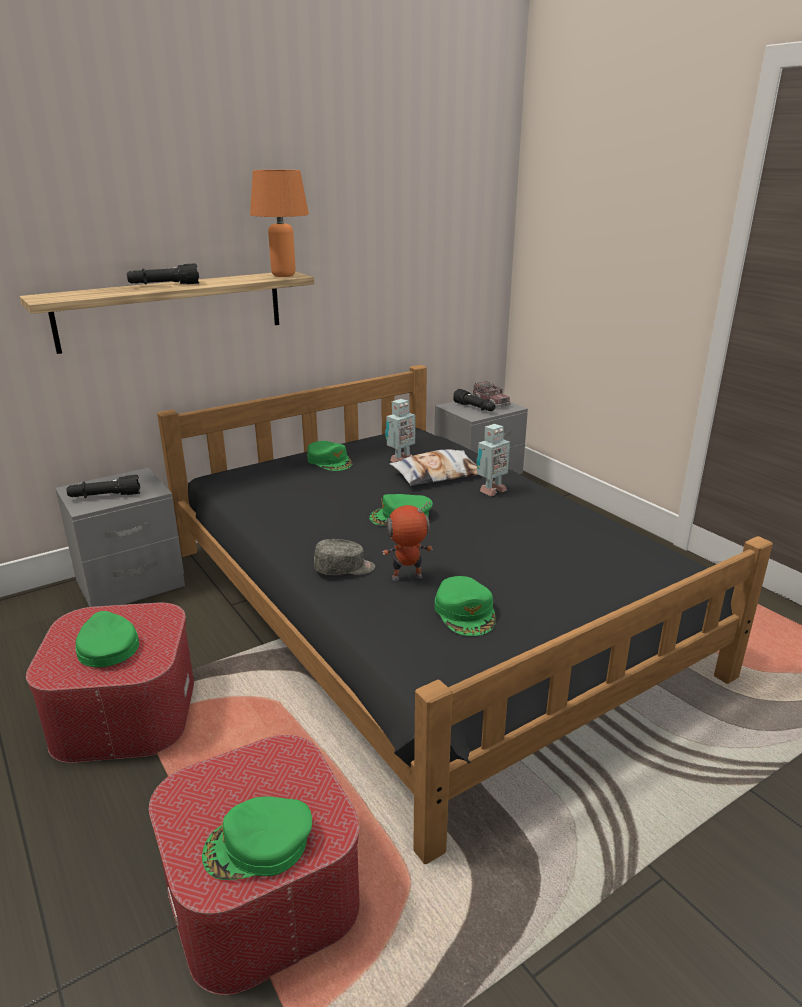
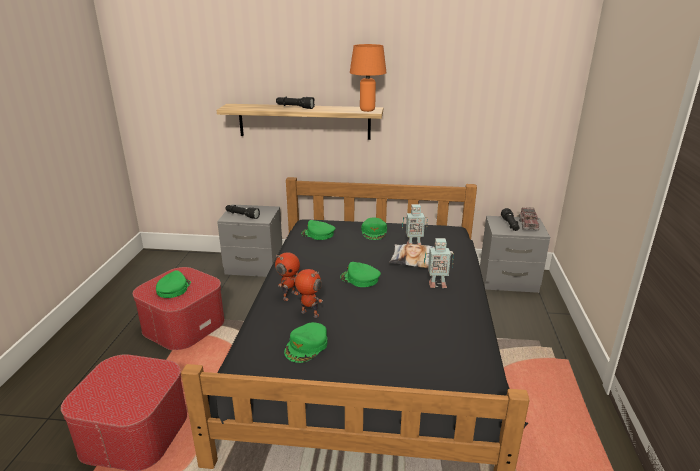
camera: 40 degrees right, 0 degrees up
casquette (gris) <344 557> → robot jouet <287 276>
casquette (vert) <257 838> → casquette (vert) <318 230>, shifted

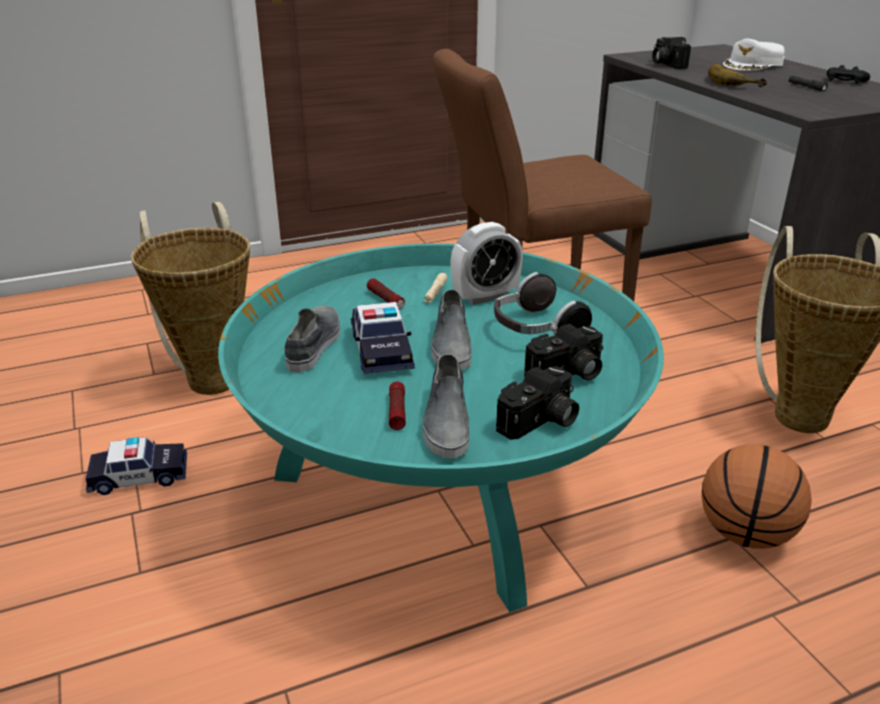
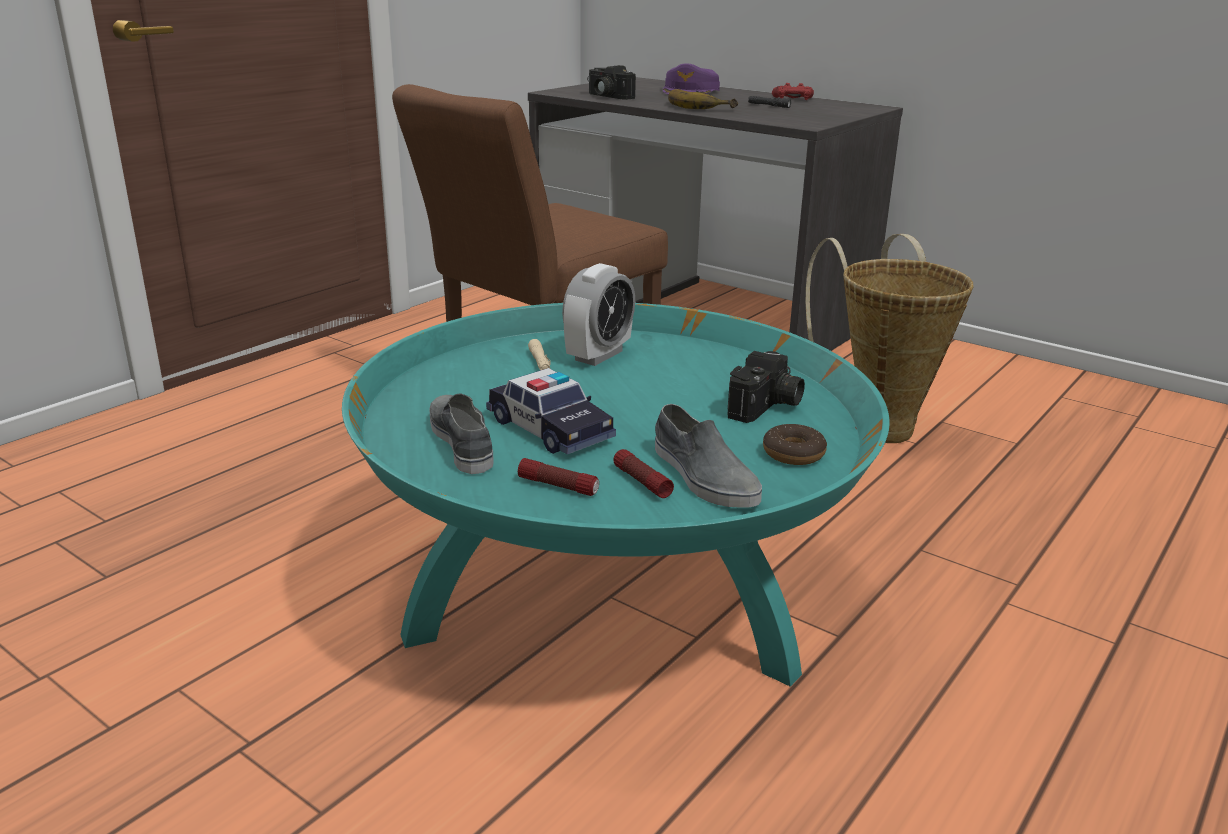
camera: 30 degrees left, 5 degrees down
lampe de poche <386 293> → lampe de poche <558 477>, shifted
casquette (blanc) <753 55> → casquette (violet) <691 79>
appareil photo <537 403> → beignet <795 444>
manette (noir) <848 74> → manette (rouge) <793 91>
petite voiture <136 466> → -
panier <190 298> → -
chaussure (gris) <451 330> → -
casque audio <543 303> → -
ballon de basket <756 496> → -

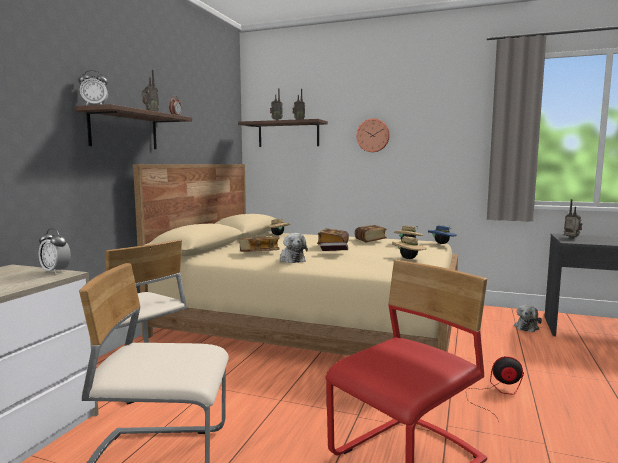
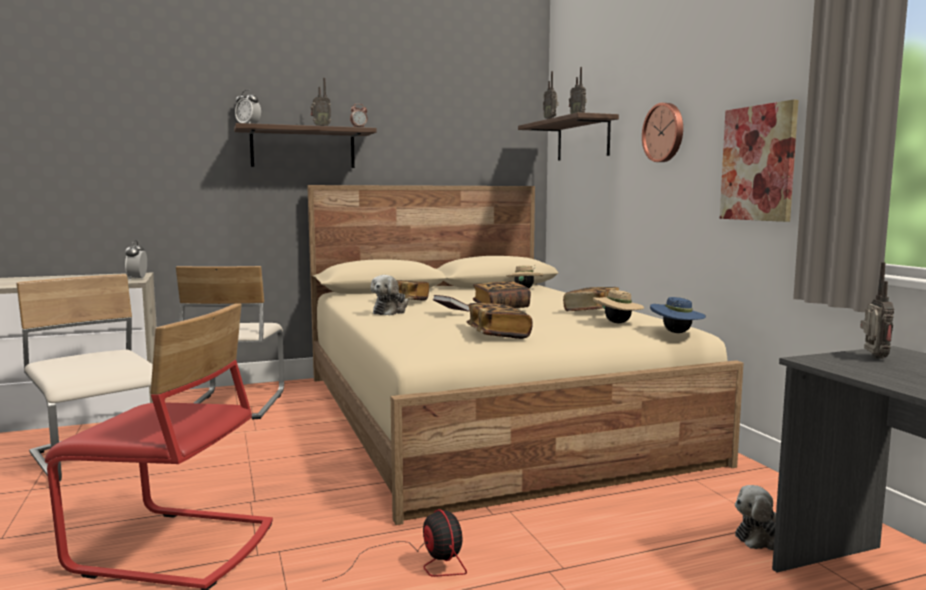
camera: 50 degrees right, 0 degrees up
chapeau (beige) <409 247> → livre <500 321>
- → tableau <759 160>

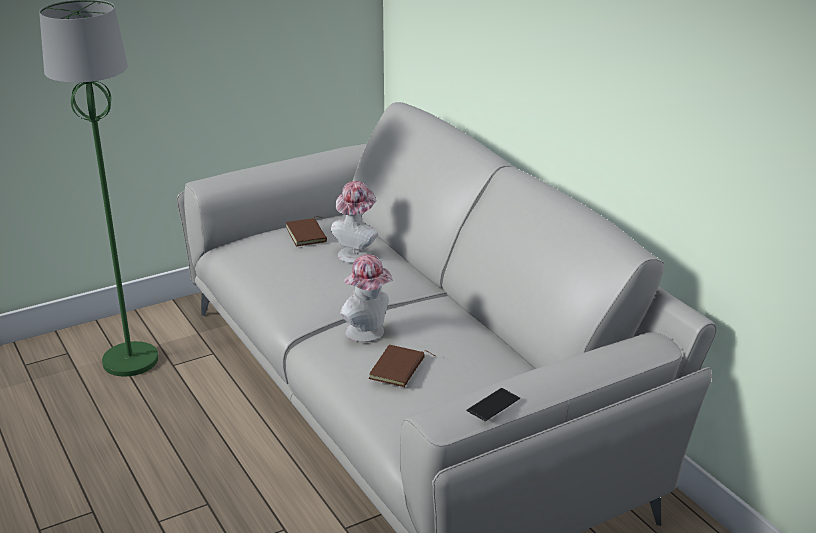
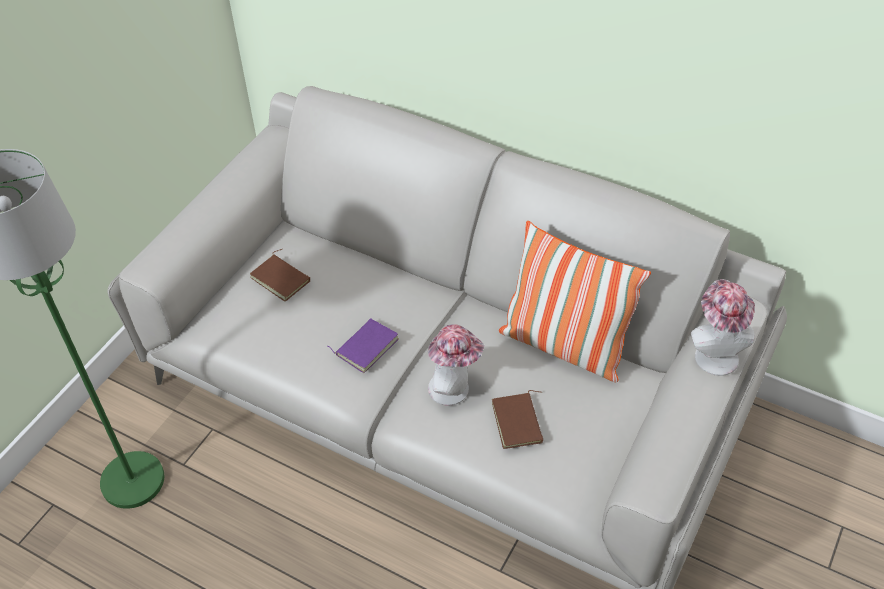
camera: 30 degrees left, 20 degrees up
- → livre (violet) <363 345>
- → coussin <575 301>
chapeau <354 222> → chapeau <723 327>, shifted
téléphone <493 405> → -

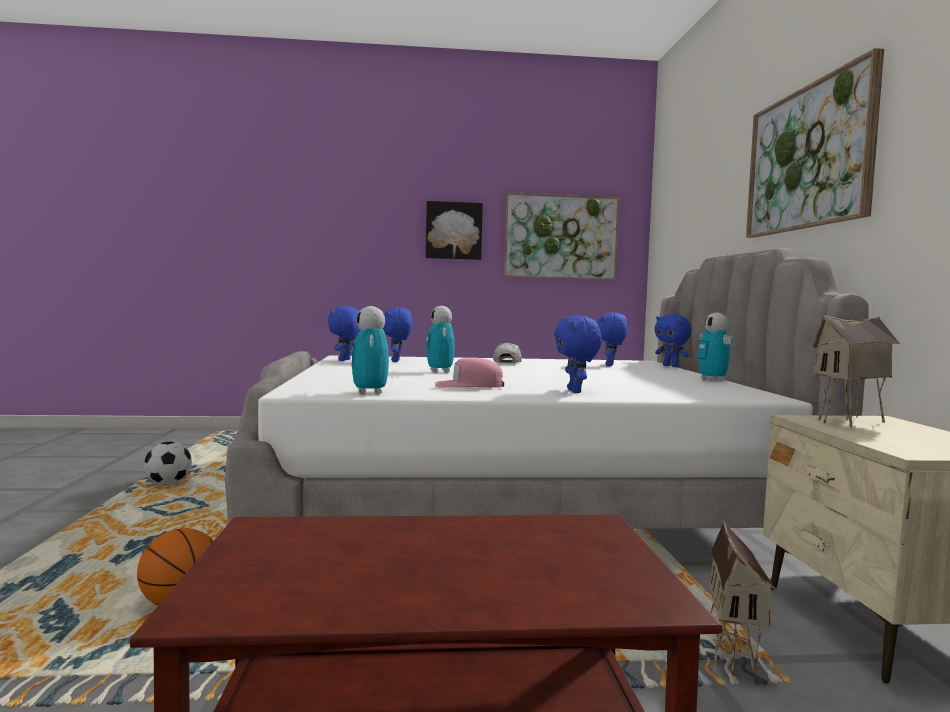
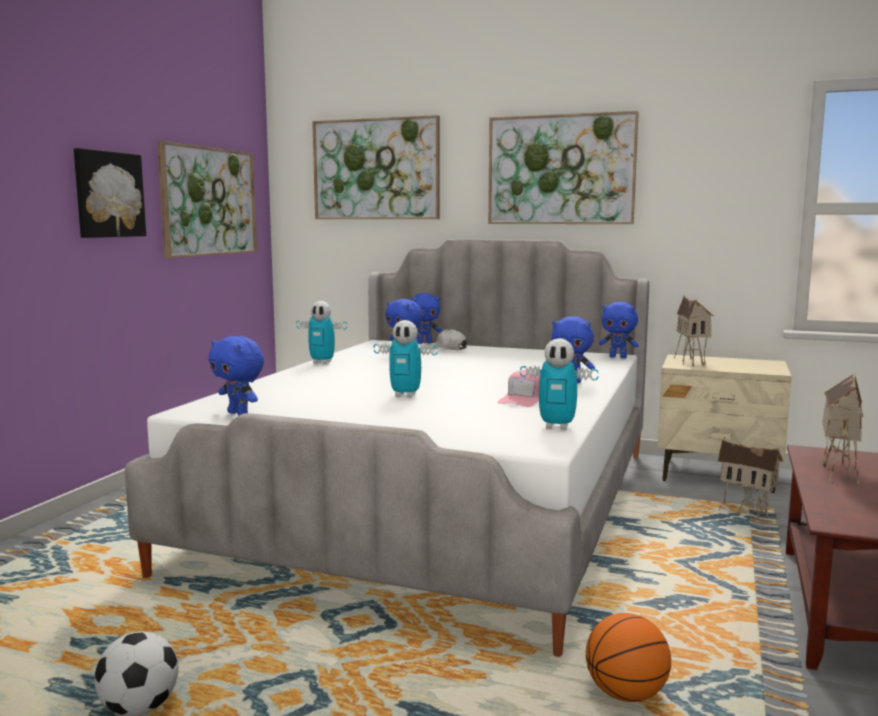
camera: 65 degrees left, 5 degrees up
robot jouet <715 346> → robot jouet <321 332>, shifted
- → tableau <376 167>
casquette (blanc) <507 352> → casquette (blanc) <446 339>, shifted
peluche (bleu) <398 334> → peluche (bleu) <619 330>, shifted
- → maison miniature <842 429>

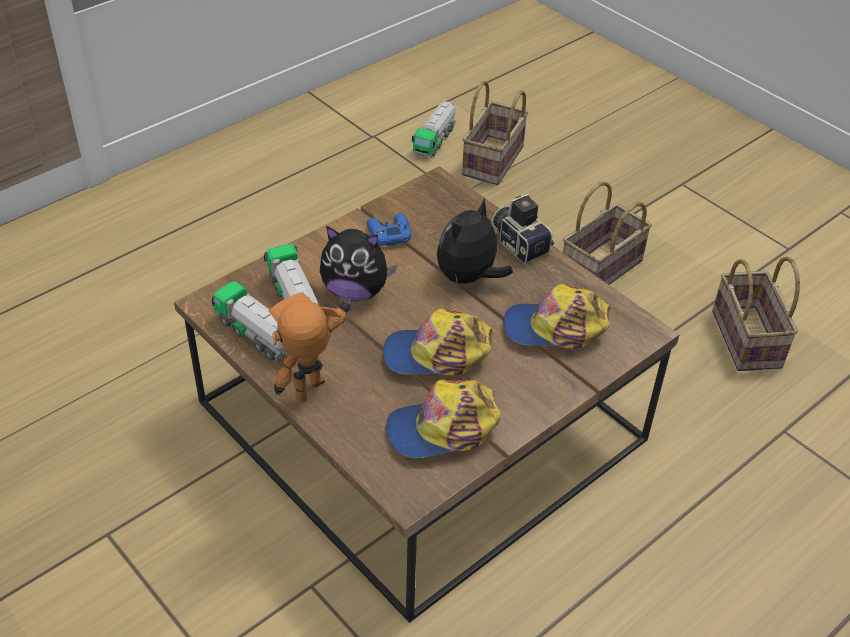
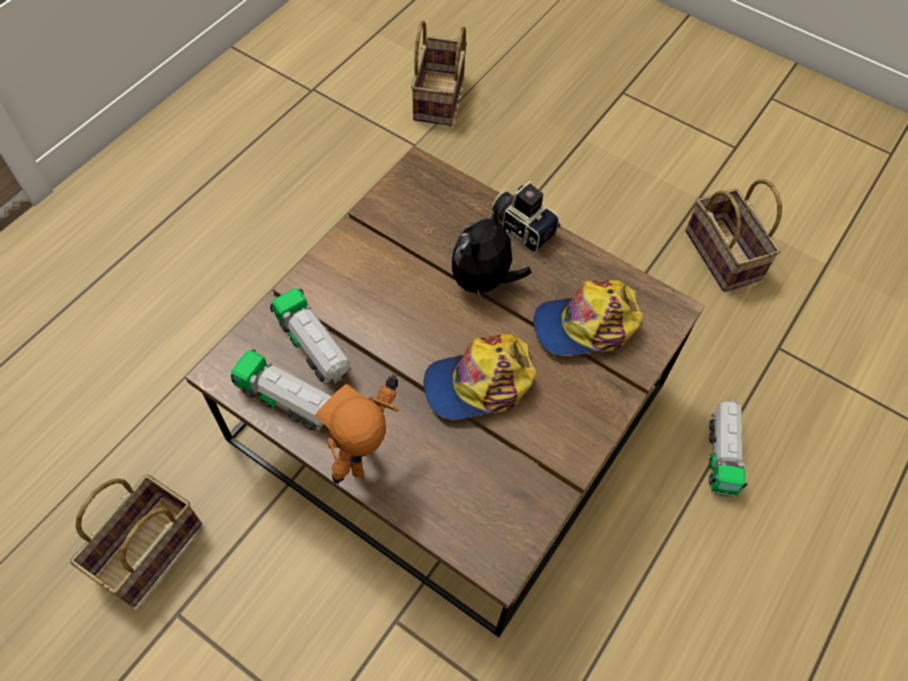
camera: 15 degrees left, 15 degrees up
panier <607 233> → panier <136 540>, shifted
camion jouet <434 129> → camion jouet <728 448>, shifted
peluche <358 264> → -
manette (bleu) <389 230> → -
casquette <443 419> → -

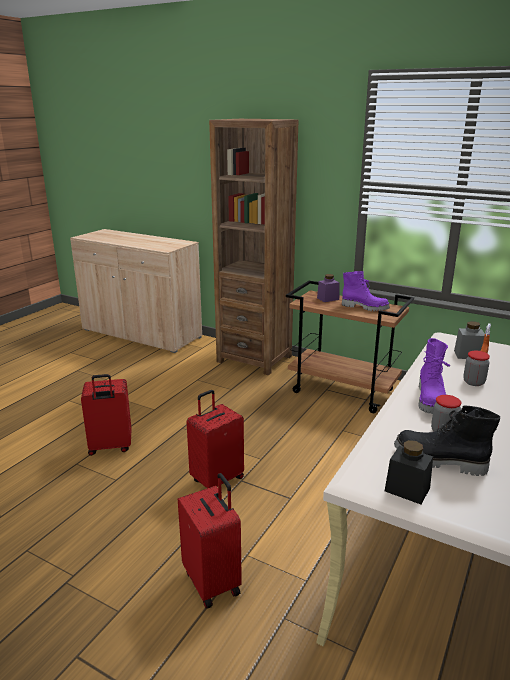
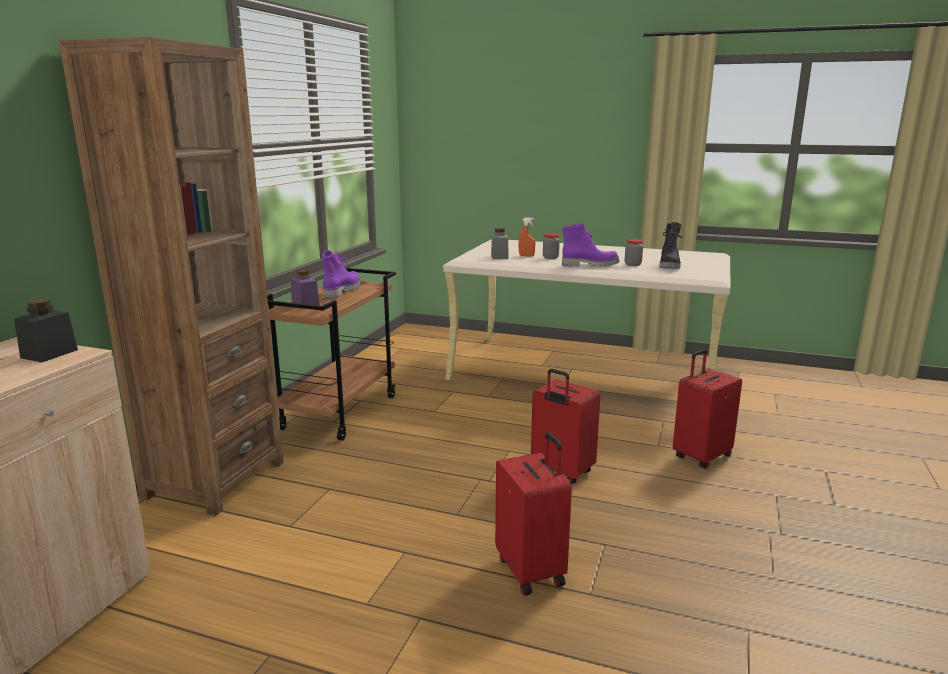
camera: 100 degrees left, 5 degrees down
bocal (noir) <409 472> → bocal (noir) <46 330>, shifted

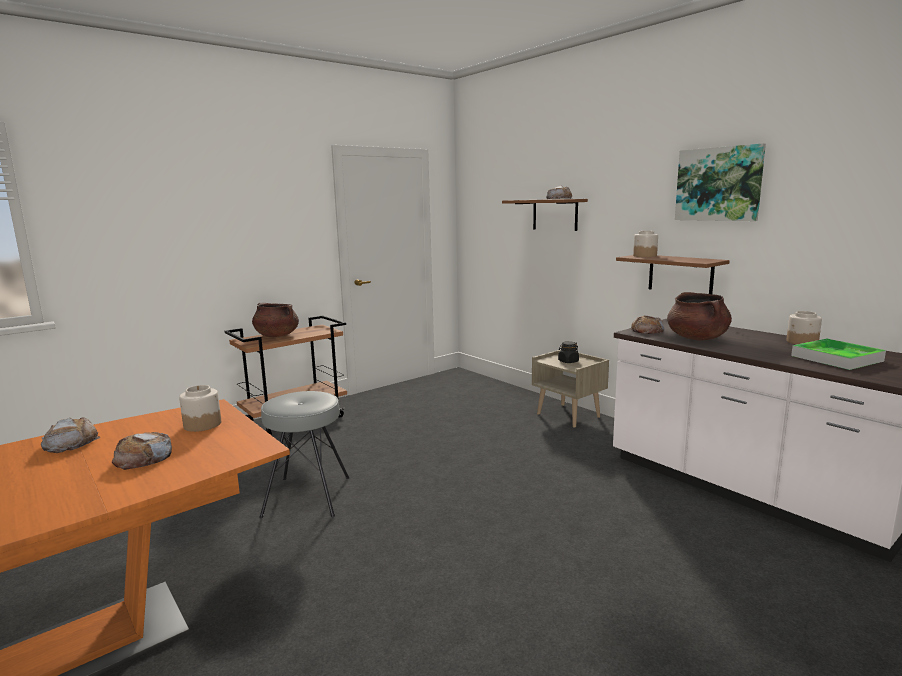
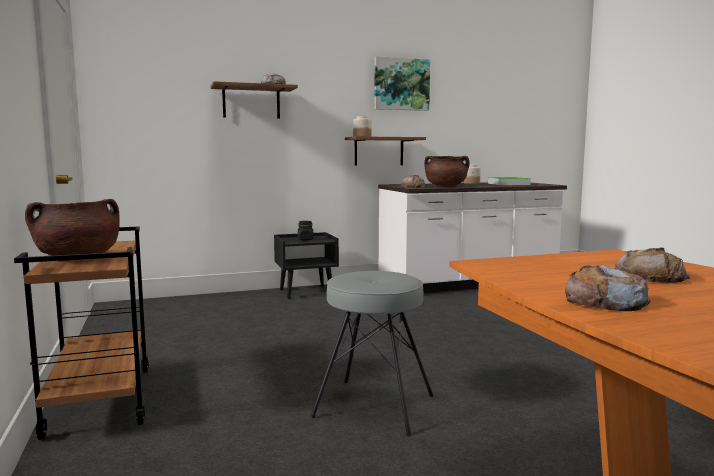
camera: 70 degrees left, 5 degrees down
table de chevet (beige) <570 389> → table de chevet (noir) <306 265>
bocal <200 408> → -

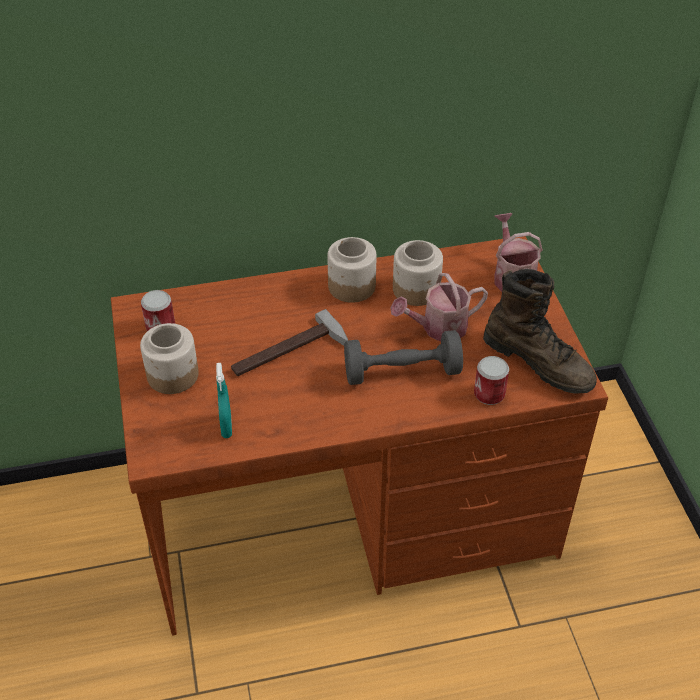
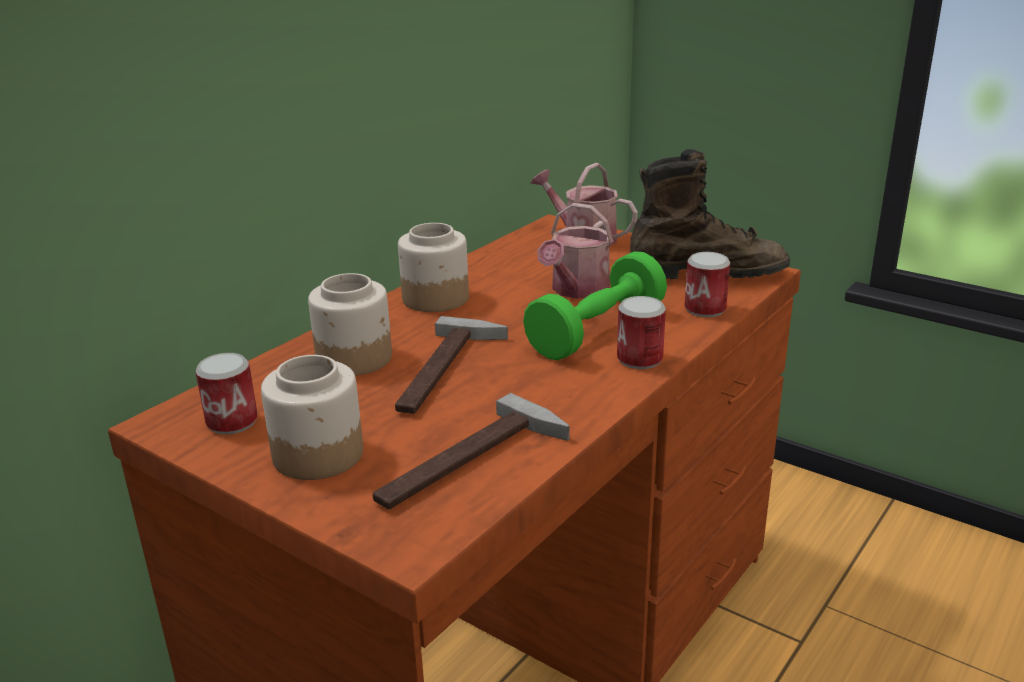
camera: 40 degrees left, 20 degrees down
bocal <418 273> → bocal <350 324>, shifted
vaporisateur (turquoise) <224 400> → marteau <471 451>
haltère (gris) <403 357> → haltère (vert) <595 306>
- → boîte métallique <641 332>

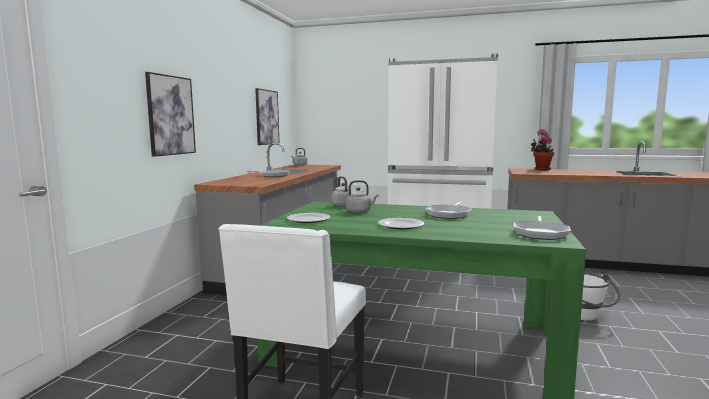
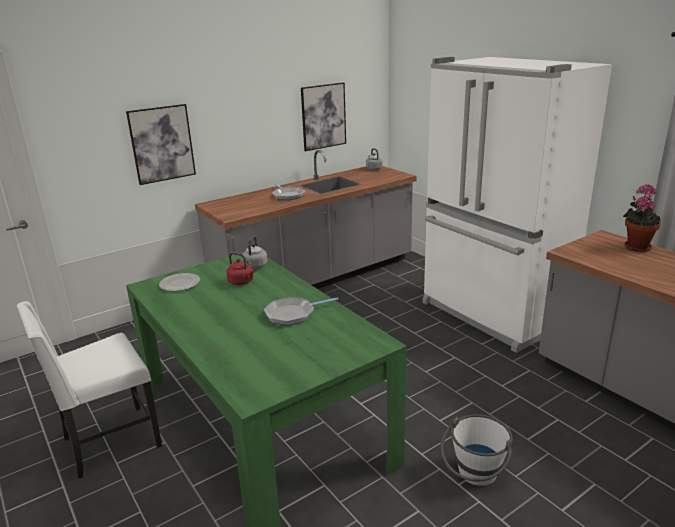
camera: 40 degrees right, 15 degrees up
bouilloire (gris) <362 196> → bouilloire (rouge) <240 268>
assiette <401 223> → -
poêle <542 228> → -

